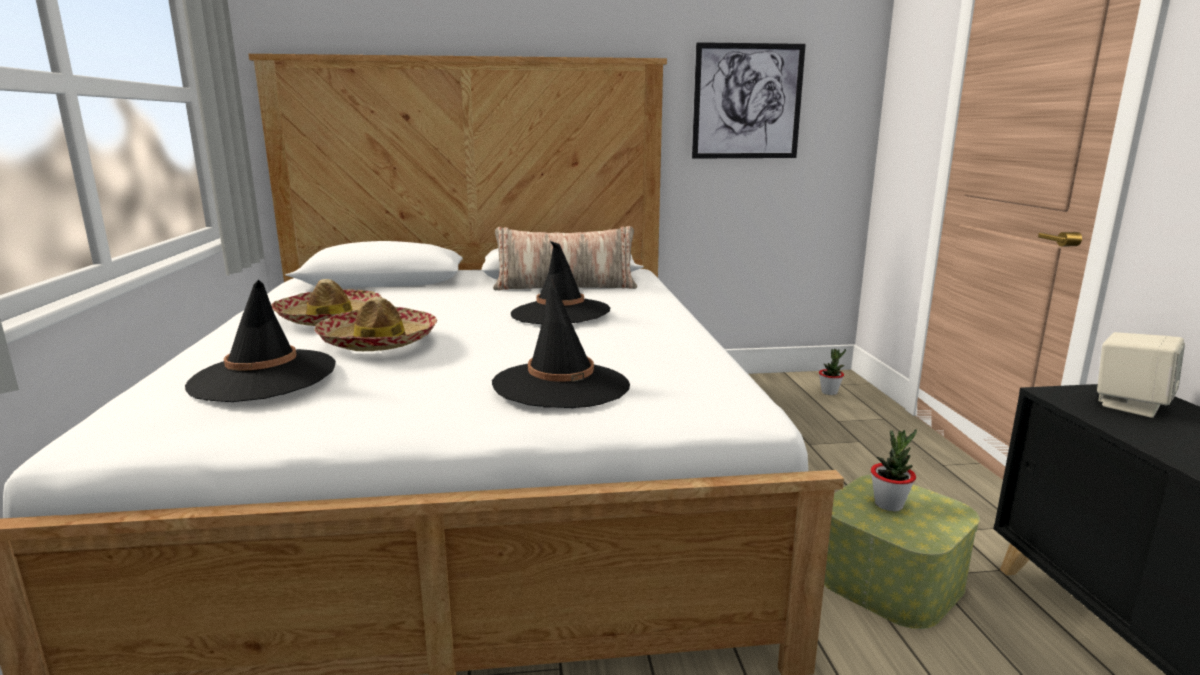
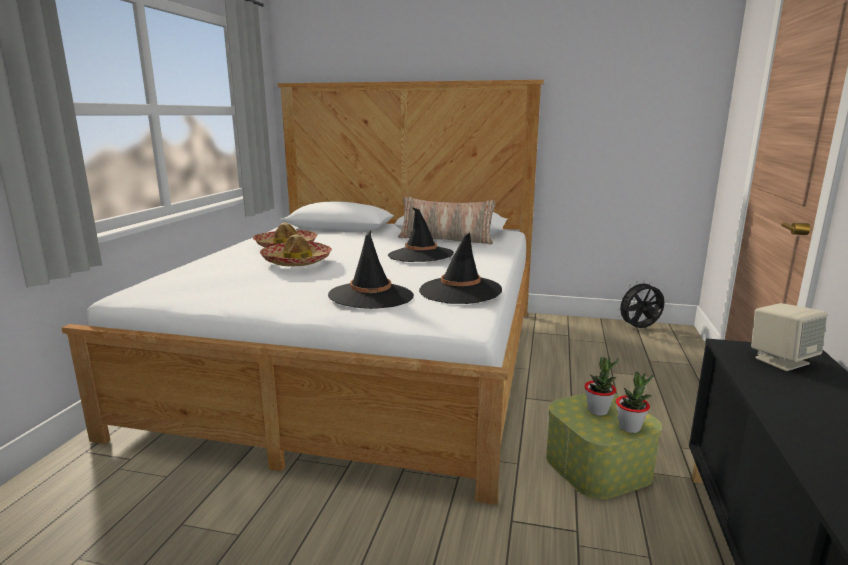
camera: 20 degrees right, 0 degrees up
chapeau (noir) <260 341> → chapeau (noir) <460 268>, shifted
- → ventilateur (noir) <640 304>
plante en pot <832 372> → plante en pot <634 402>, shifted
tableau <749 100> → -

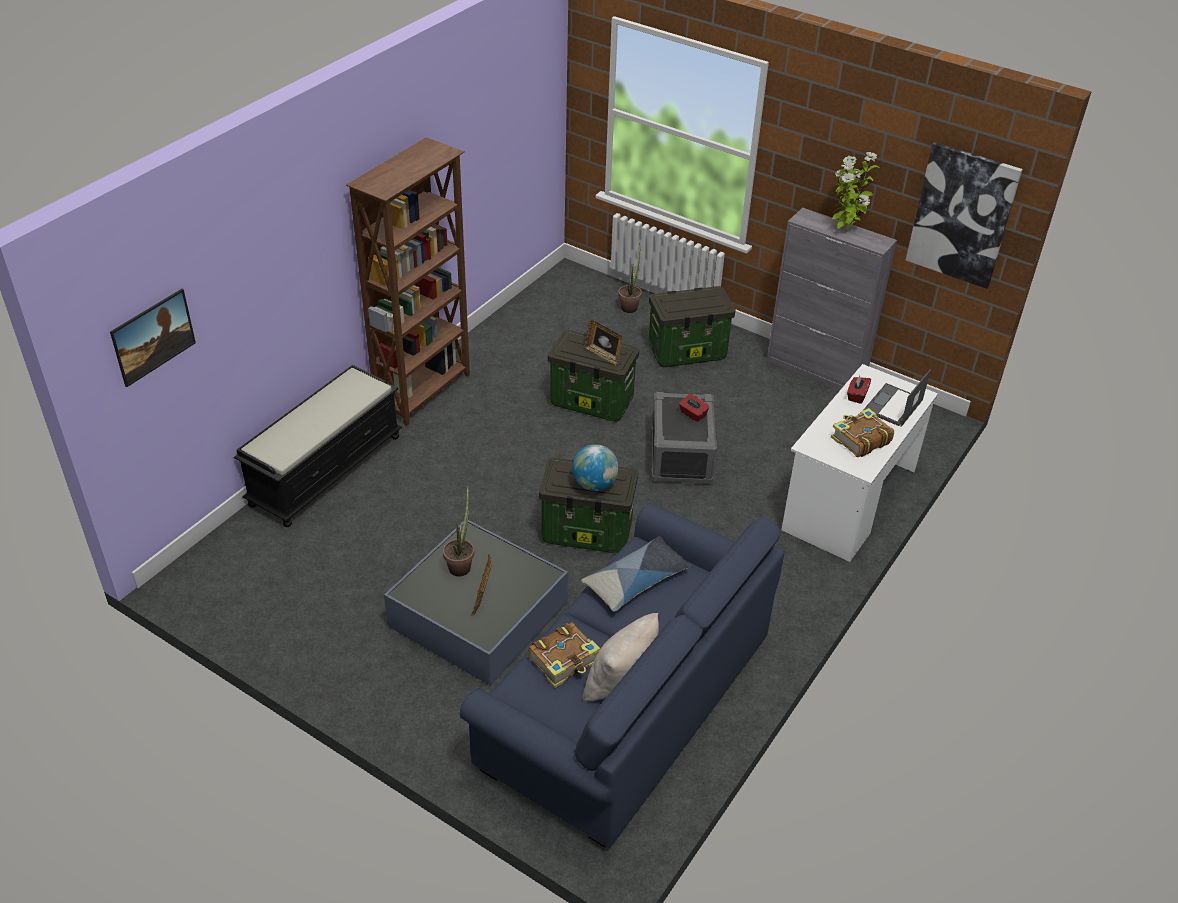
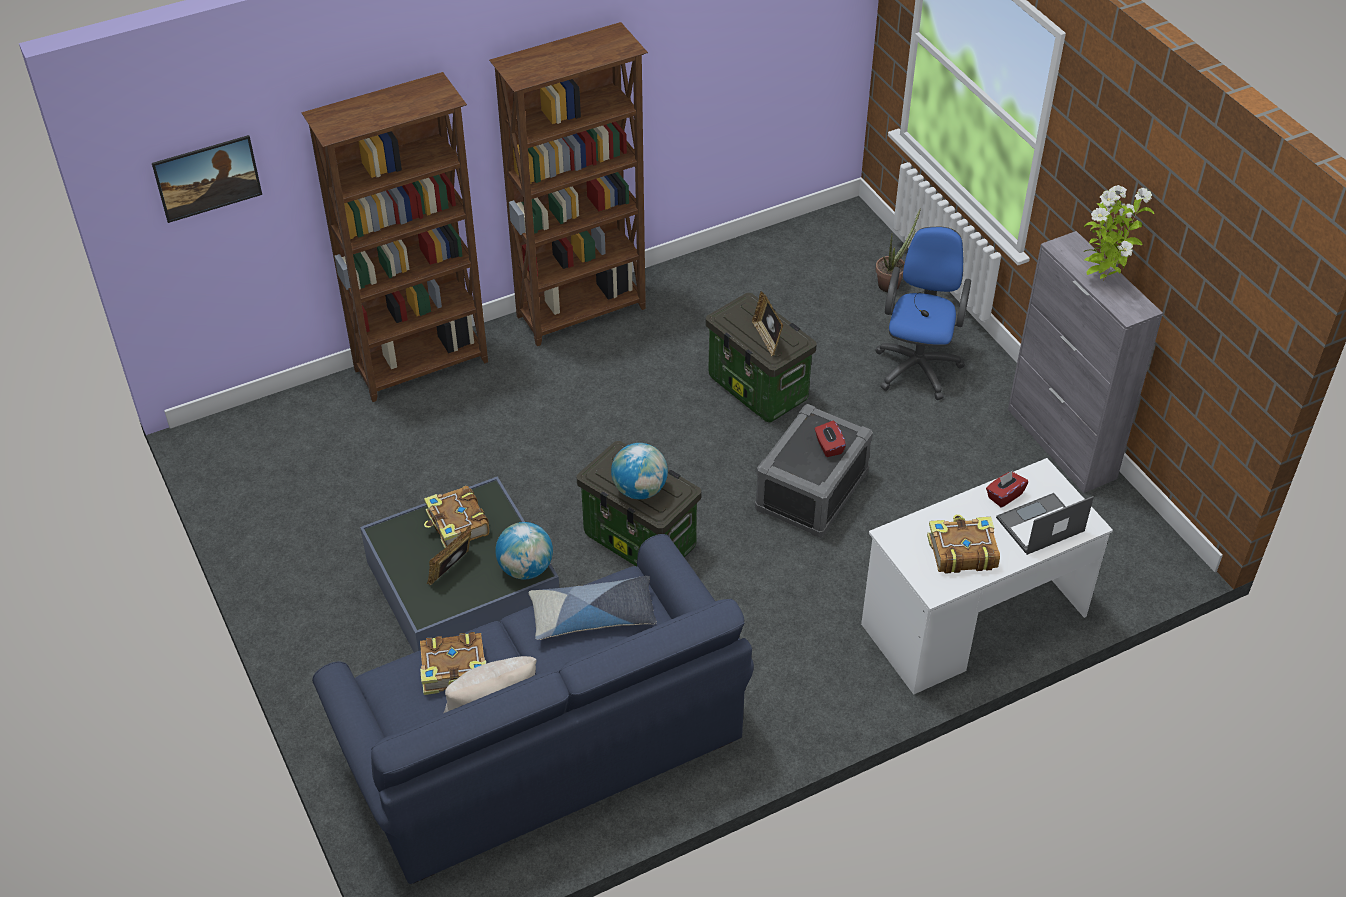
camera: 30 degrees right, 5 degrees up
banc (noir) <318 446> → bibliothèque (marron) <395 237>
plante en pot <458 531> → livre <457 517>
- → globe <524 550>
boîte de rangement <691 326> → chaise de bureau (bleu) <923 313>
tableau <964 215> → -

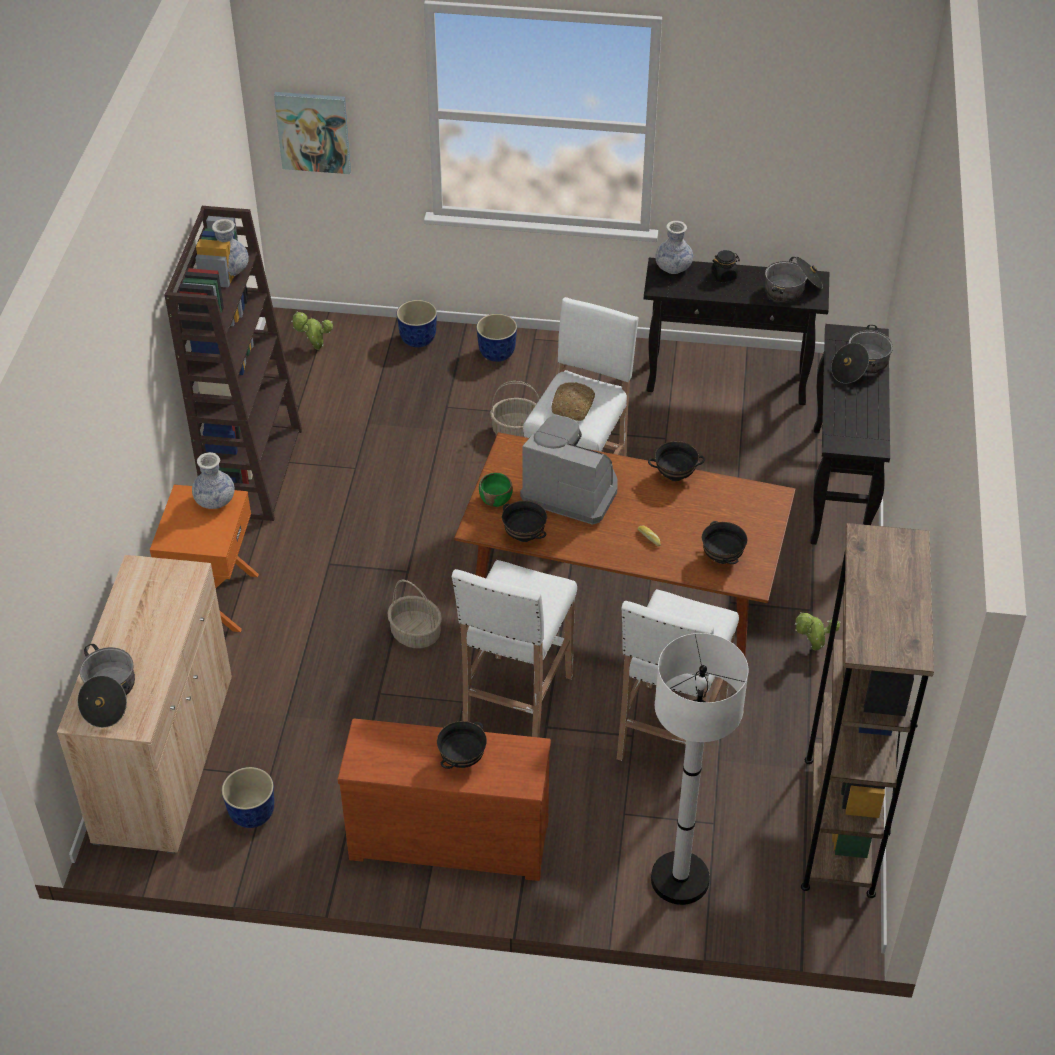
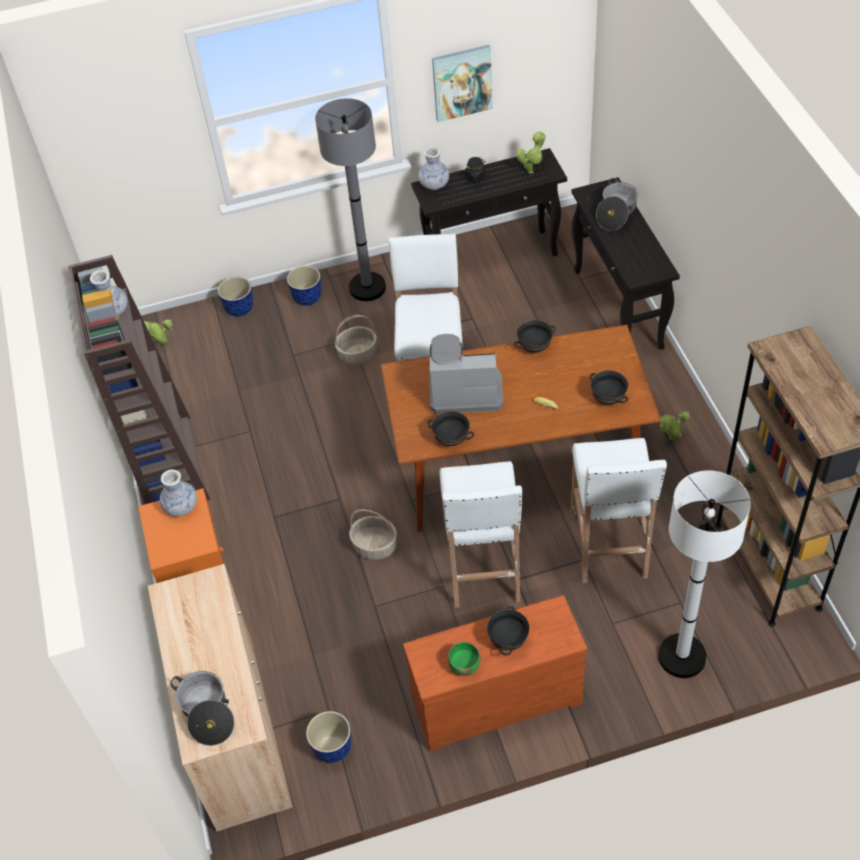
camera: 20 degrees left, 5 degrees up
- → lampadaire (gris) <350 199>
tableau <312 133> → tableau <462 83>, shifted
bol (vert) <496 490> → bol (vert) <464 659>, shifted
marmite <794 279> → plante en pot <531 153>
pain <573 401> → -

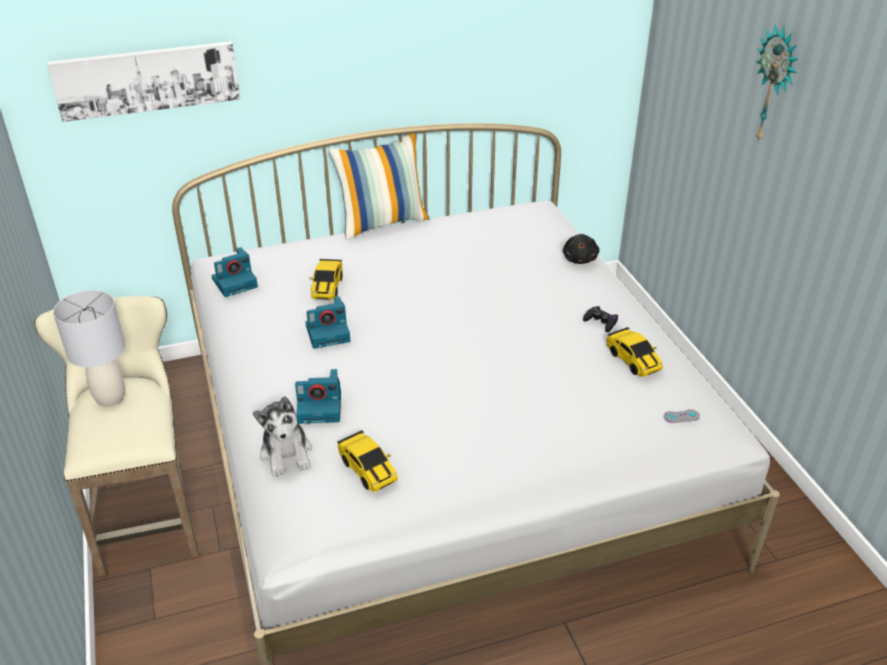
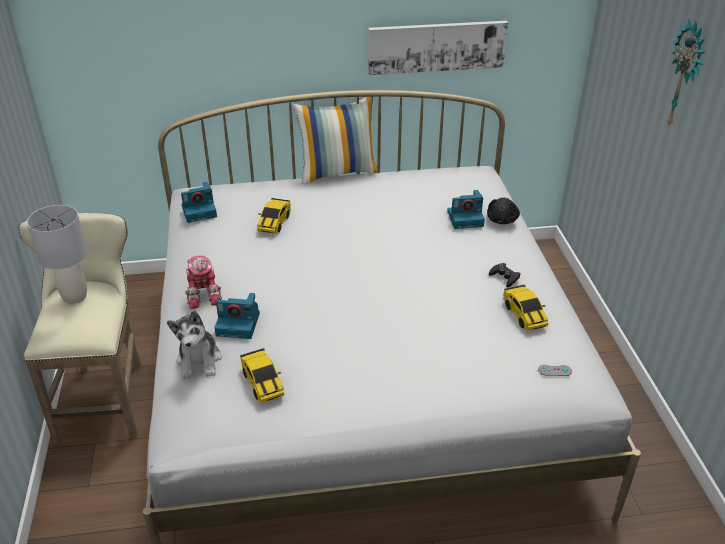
camera: 10 degrees right, 0 degrees up
- → robot jouet <203 282>
tableau <143 81> → tableau <438 48>, shifted
appareil photo <327 322> → appareil photo <466 209>, shifted

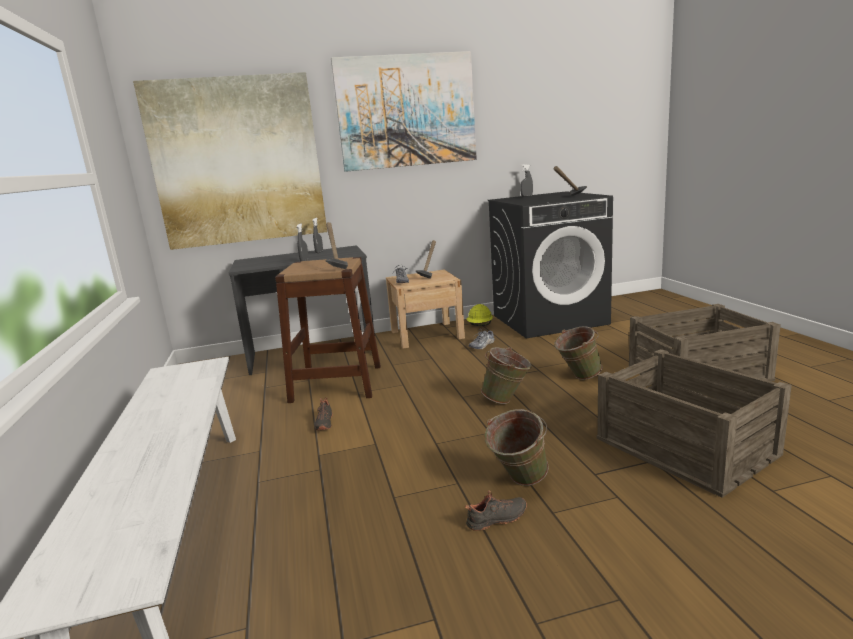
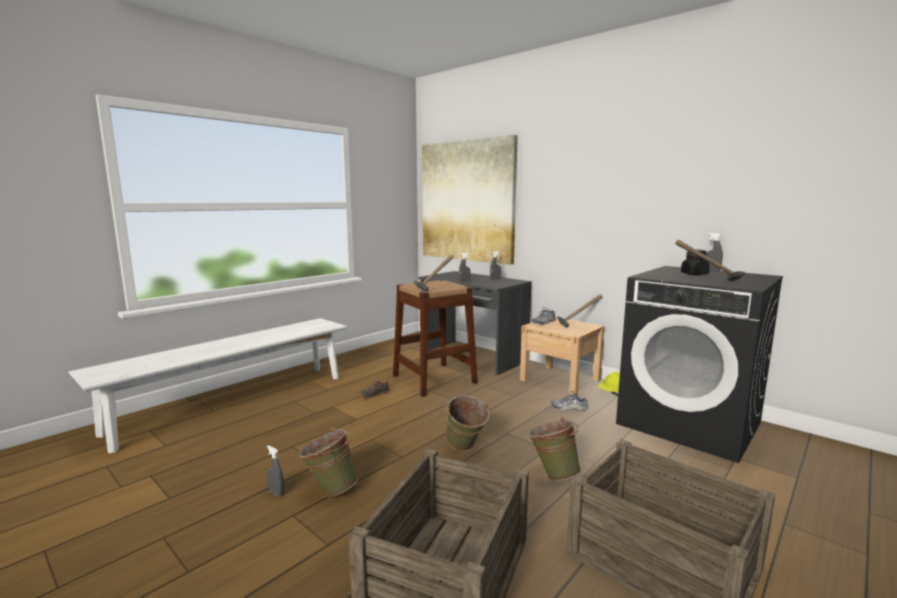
camera: 55 degrees right, 5 degrees down
chaussure (noir) <496 510> → vaporisateur (gris) <275 471>
- → bocal (noir) <695 262>
tableau <404 111> → -

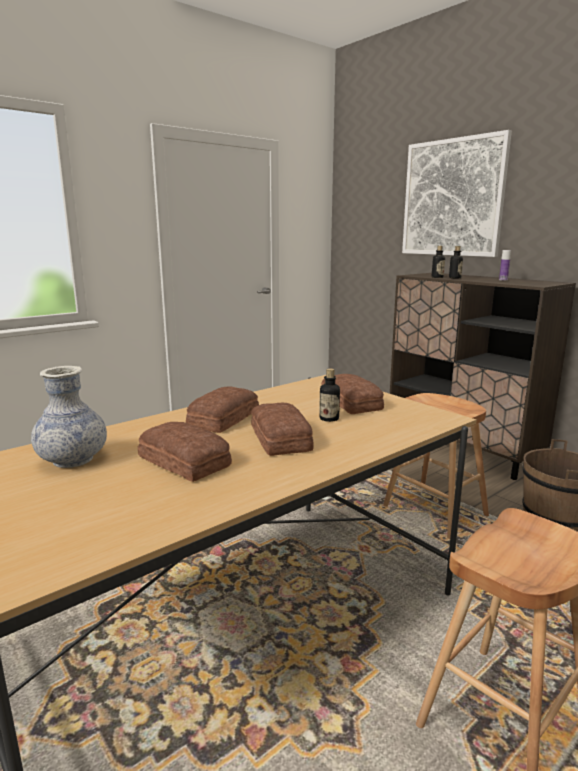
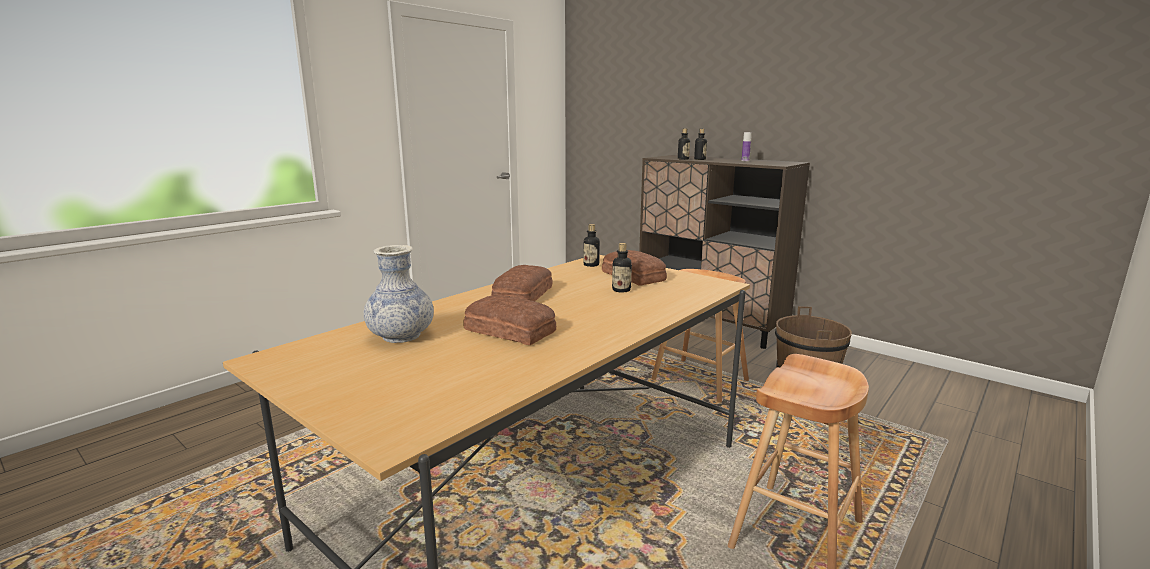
camera: 10 degrees left, 0 degrees up
- → bouteille <592 245>
pain <282 429> → -
tableau <457 193> → -

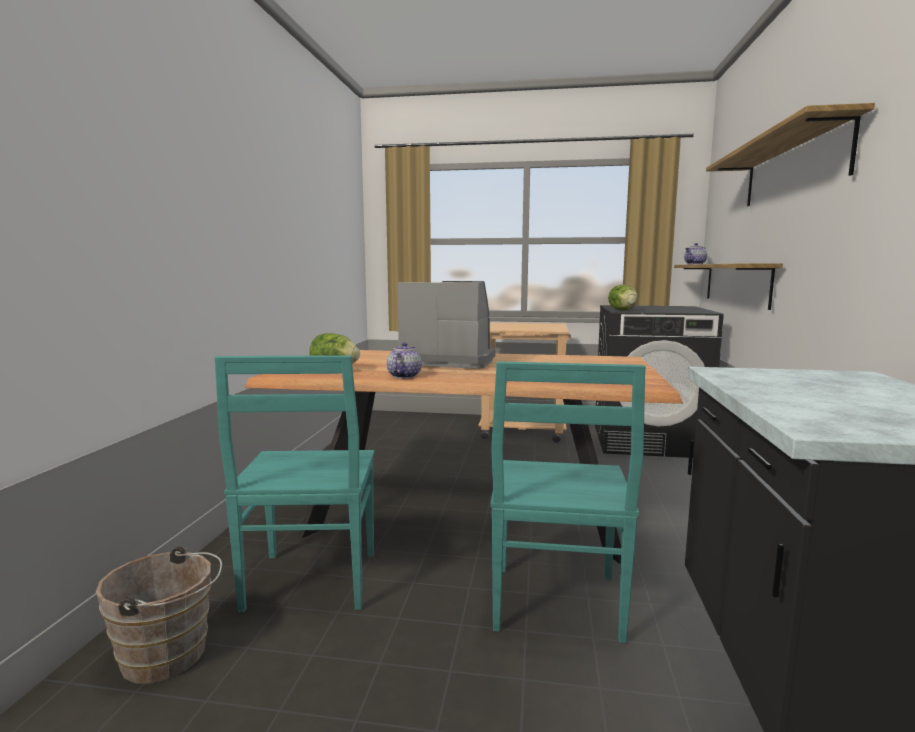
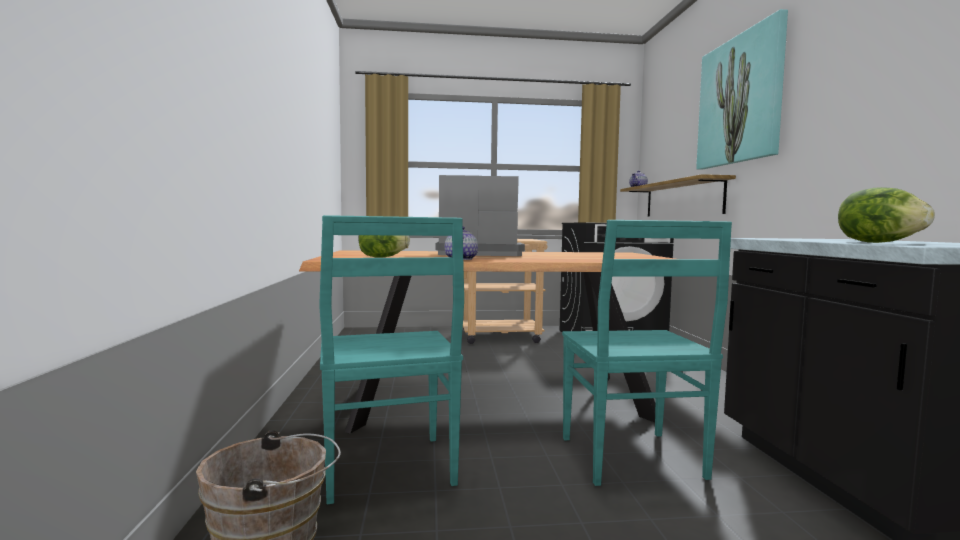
camera: 15 degrees left, 5 degrees down
étagère <790 154> → tableau <742 89>
laitue <623 298> → laitue <886 215>, shifted

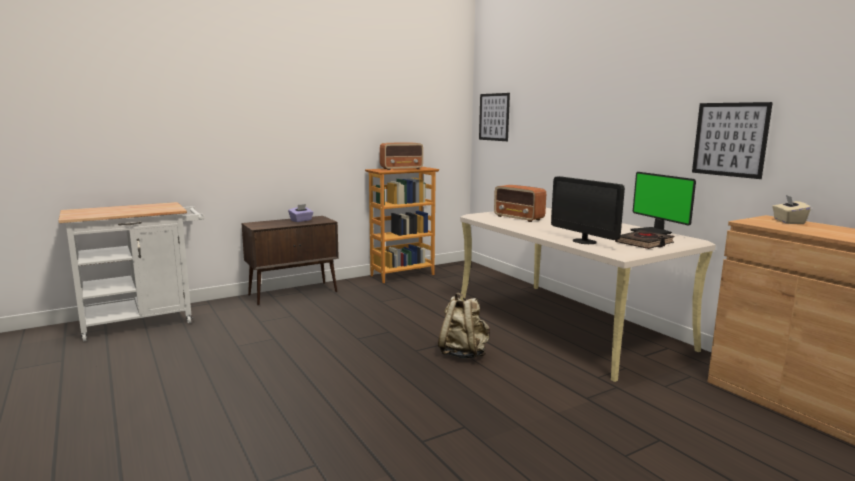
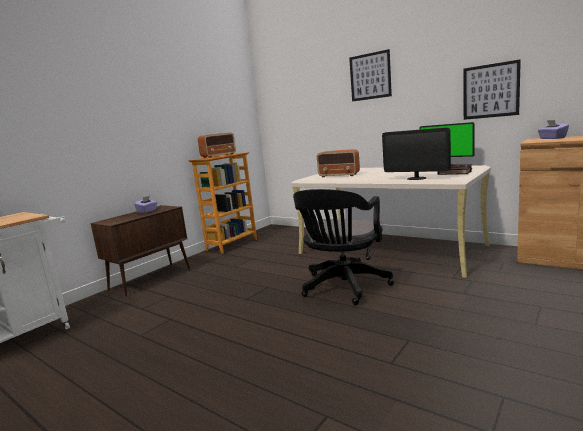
camera: 20 degrees left, 0 degrees up
sac à dos (beige) <464 325> → chaise de bureau (noir) <343 247>
tableau <494 117> → tableau <370 75>, shifted
boîte à mouchoirs (beige) <791 209> → boîte à mouchoirs (violet) <553 129>

